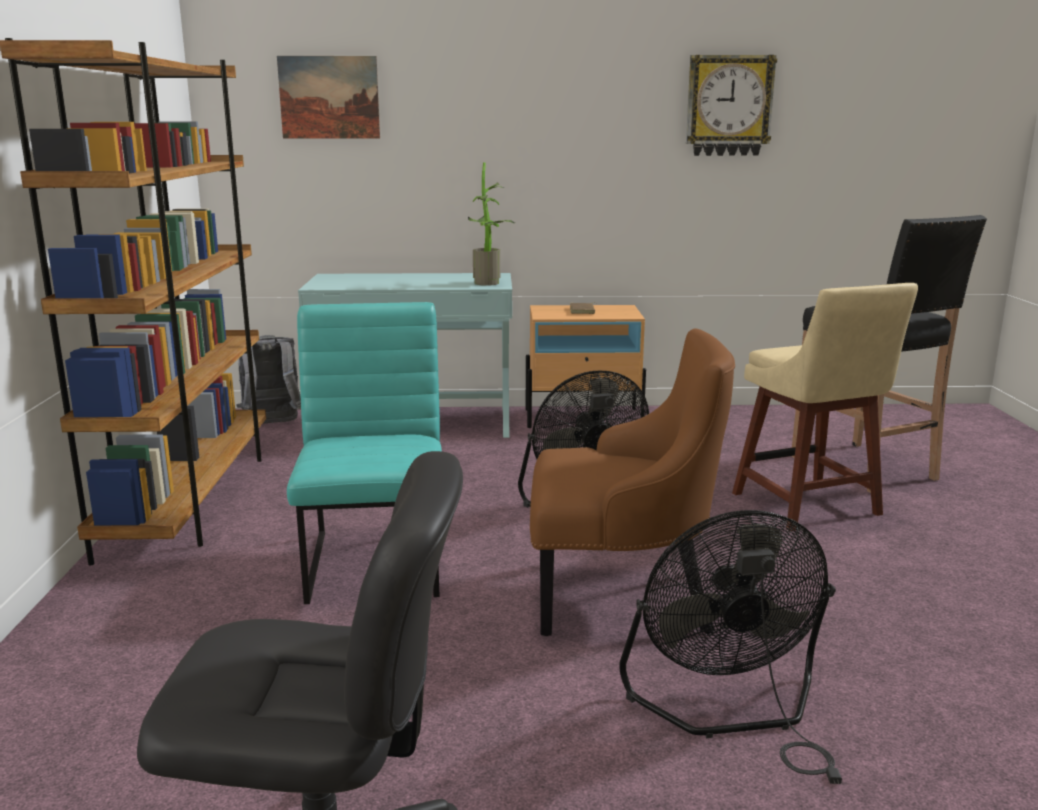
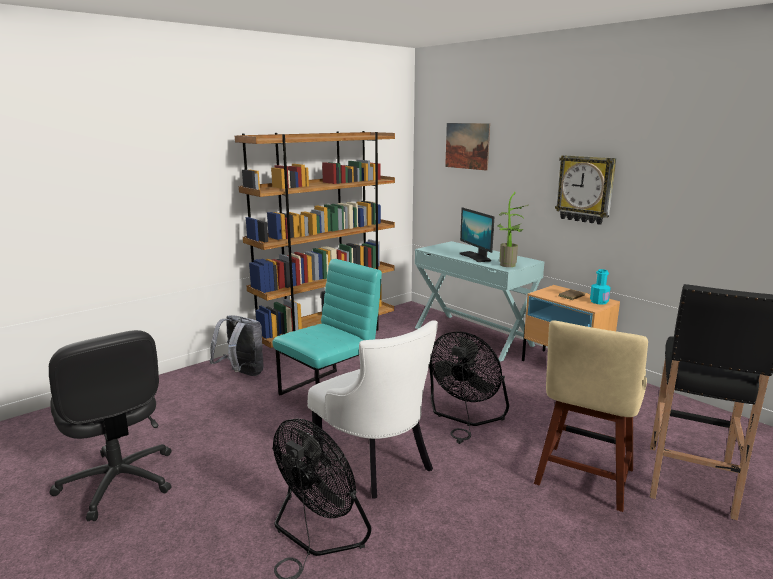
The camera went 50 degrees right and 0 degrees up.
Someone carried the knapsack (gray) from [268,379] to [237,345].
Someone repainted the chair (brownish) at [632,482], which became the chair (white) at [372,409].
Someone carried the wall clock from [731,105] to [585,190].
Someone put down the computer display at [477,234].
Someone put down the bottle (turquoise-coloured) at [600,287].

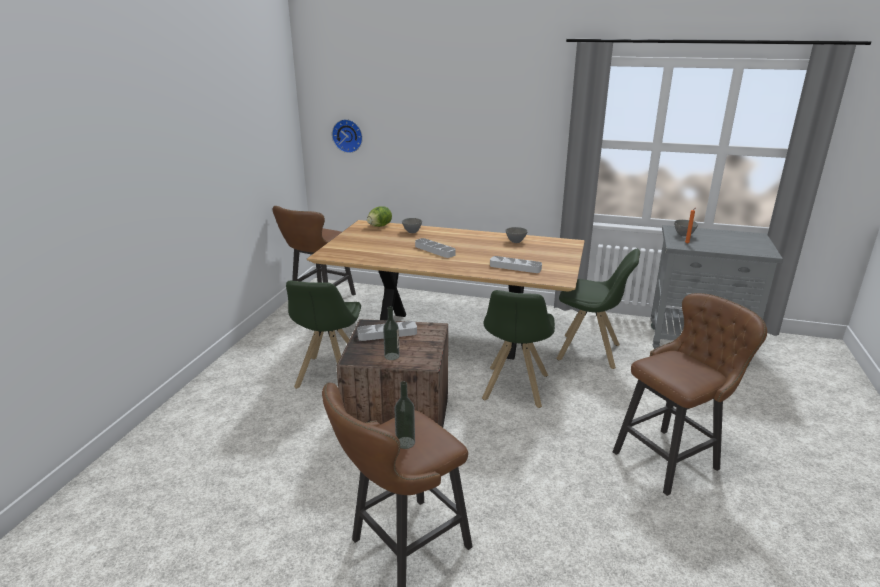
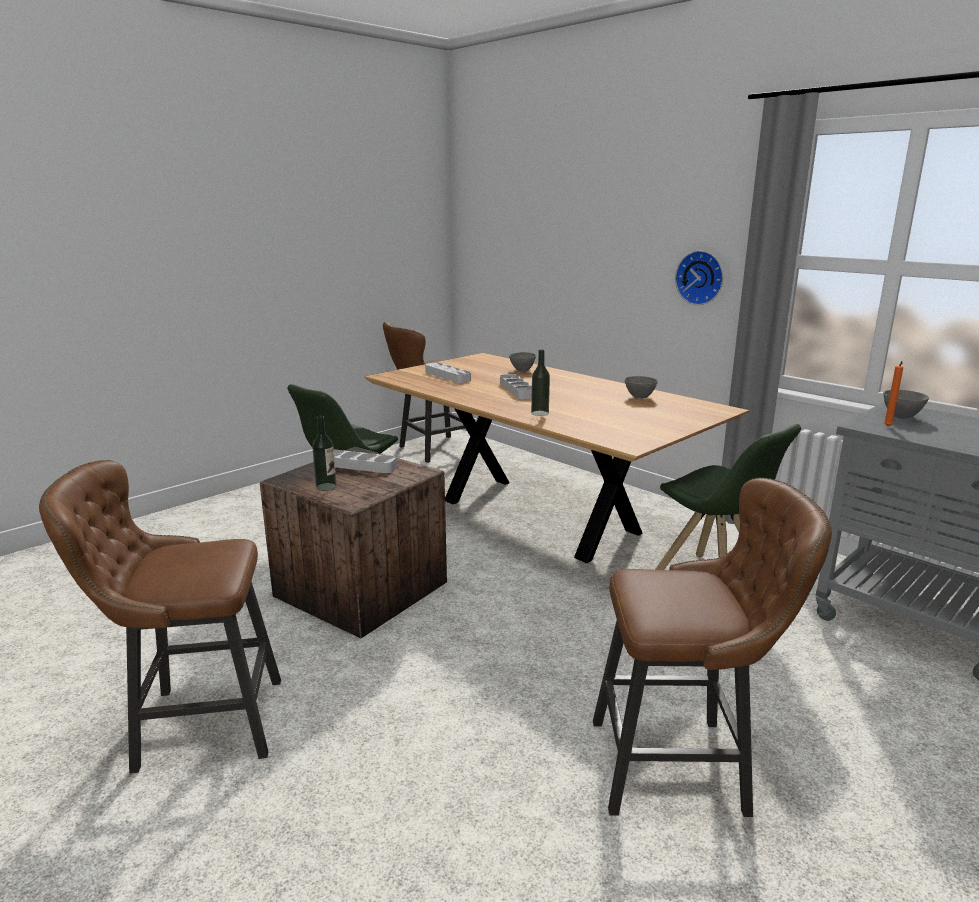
The camera went 30 degrees right and 5 degrees down.
Someone carried the wall clock from [347,136] to [699,278].
Someone took away the lettuce head at [379,216].
Someone carried the bottle from [404,415] to [540,383].
Someone took away the chair (green) at [518,349].
Someone carried the serving tray (gray) from [516,264] to [448,372].

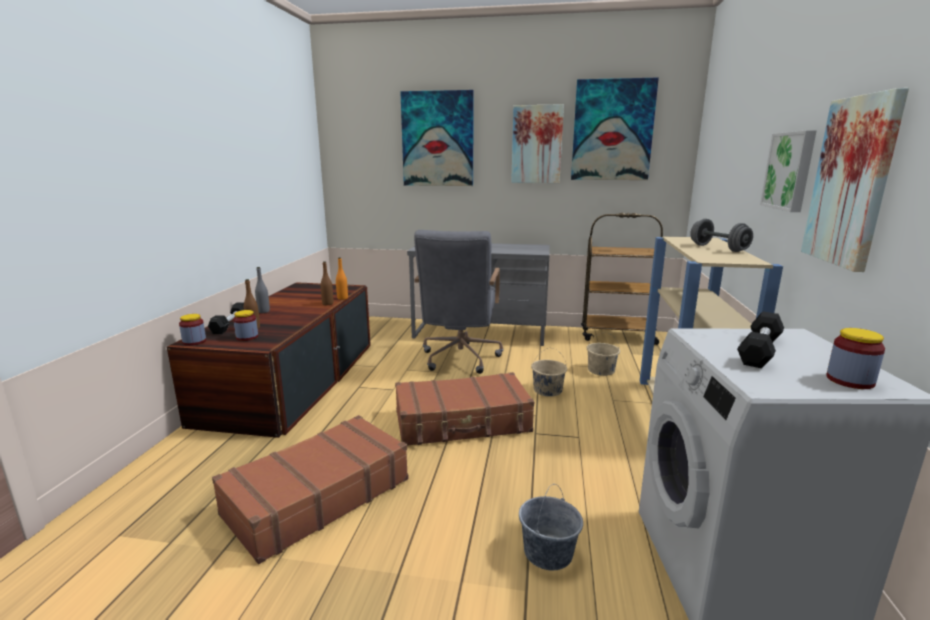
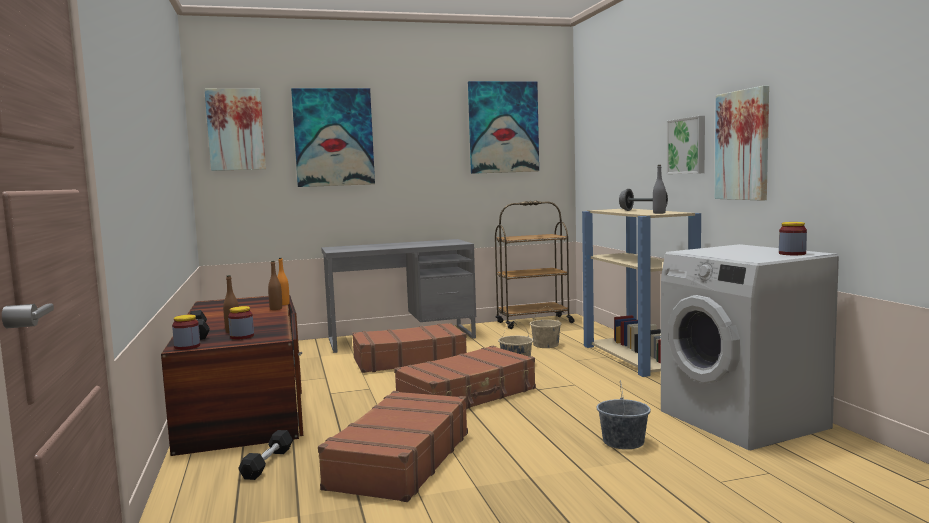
The camera went 25 degrees left and 10 degrees down.
Someone carried the bottle (gray) from [262,290] to [659,189].
Someone swapped the computer chair (gray) at [459,302] for the suitcase (brownish) at [409,348].
Someone carried the picture from [537,143] to [235,130].
Someone carried the dumbbell (black) from [760,339] to [265,455].

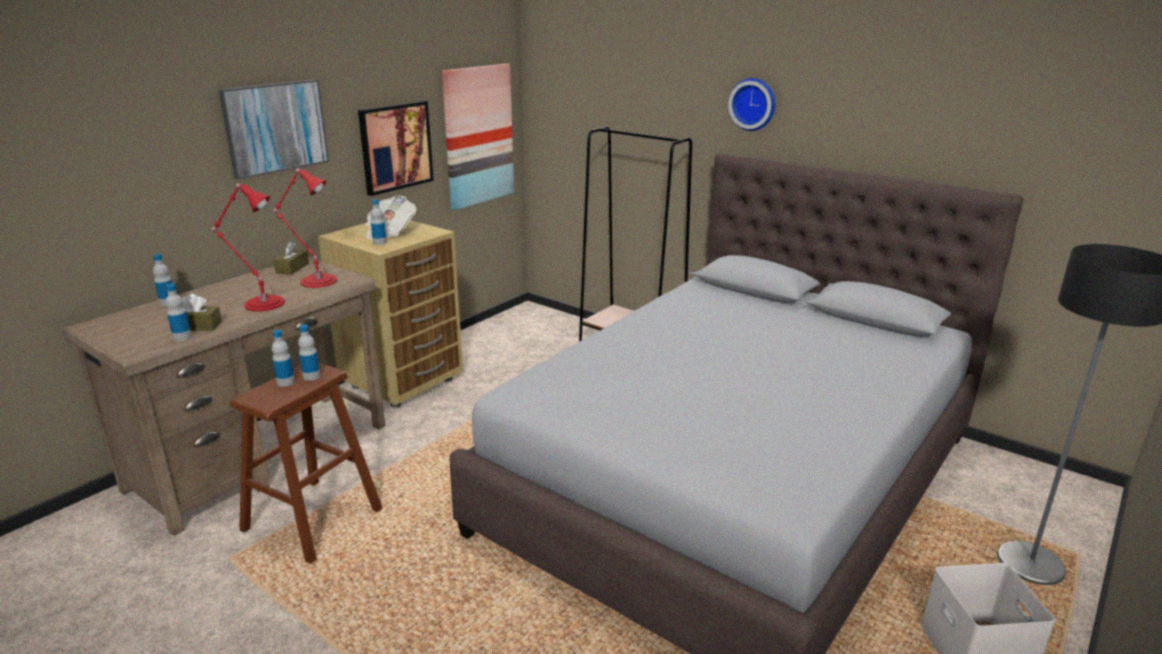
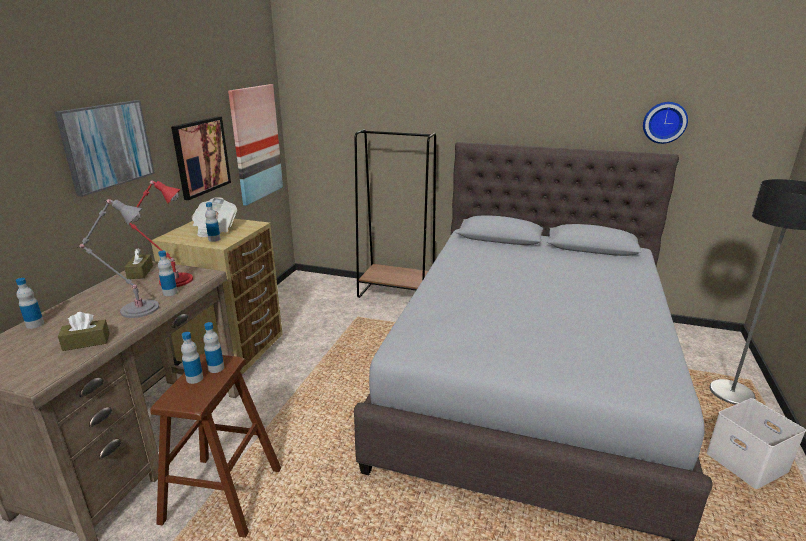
The camera went 20 degrees left and 0 degrees up.
Someone carried the bottle from [178,312] to [168,273].
Someone repainted the lamp for a table (red-coloured) at [248,247], which became the lamp for a table (gray) at [119,258].
Someone carried the wall clock from [751,104] to [665,123].

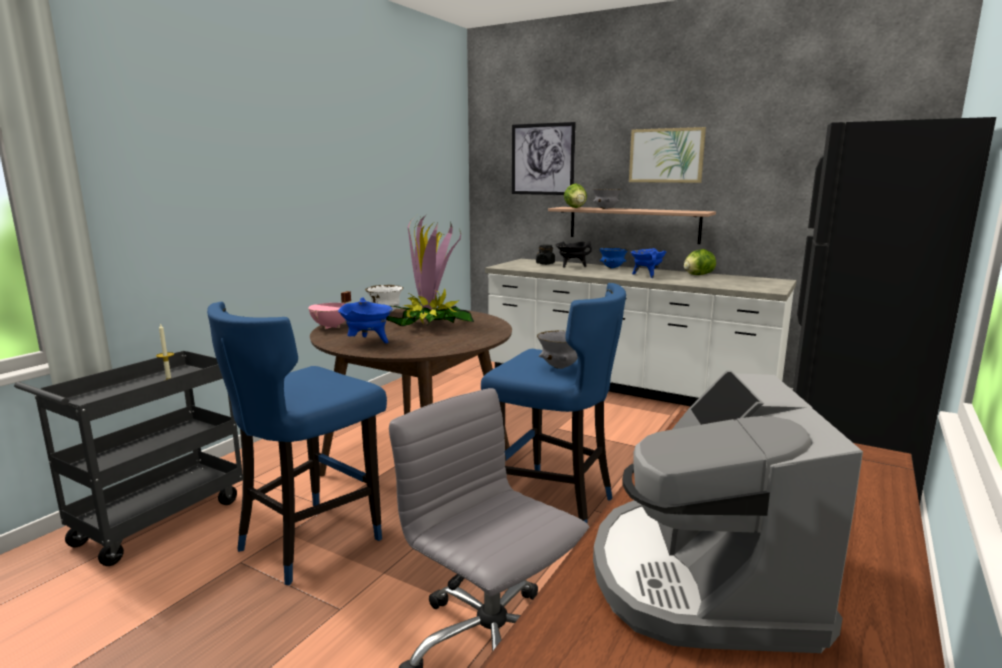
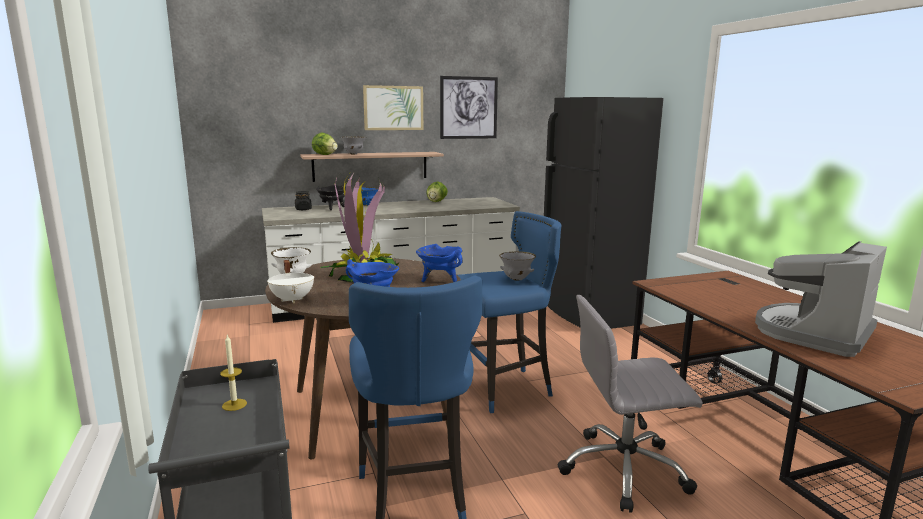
The camera went 50 degrees left and 0 degrees up.
Someone repainted the stockpot (pinkish) at [329,310], which became the stockpot (white) at [290,281].
Someone carried the picture from [544,158] to [469,107].
Someone rotated the coffee brewer at [728,512] by 90 degrees clockwise.
Someone carried the stockpot (blue-coloured) from [648,263] to [439,263].

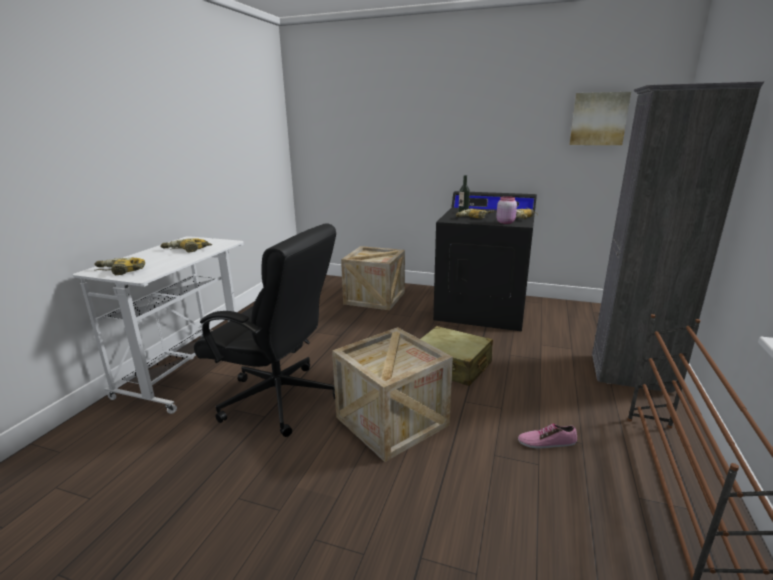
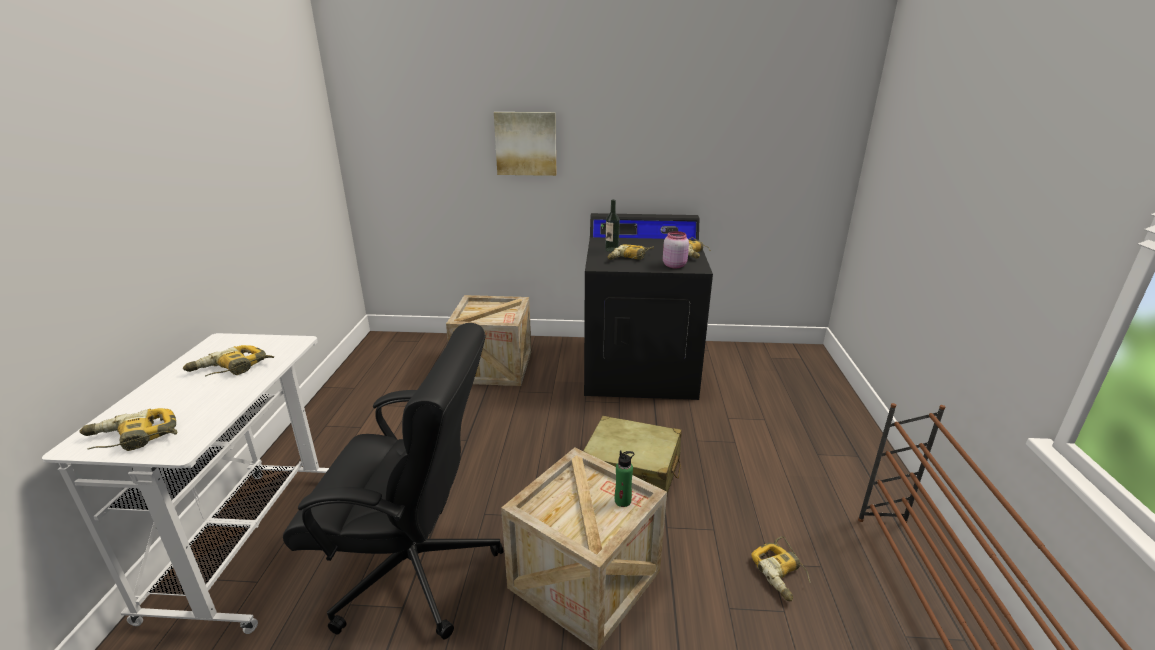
The camera went 15 degrees left and 5 degrees up.
Someone swapped the low shoe at [547,436] for the electric drill at [781,568].
Someone carried the picture from [600,118] to [525,144].
Someone took away the storage cabinet (gray) at [678,237].
Someone put down the bottle (green) at [624,478].

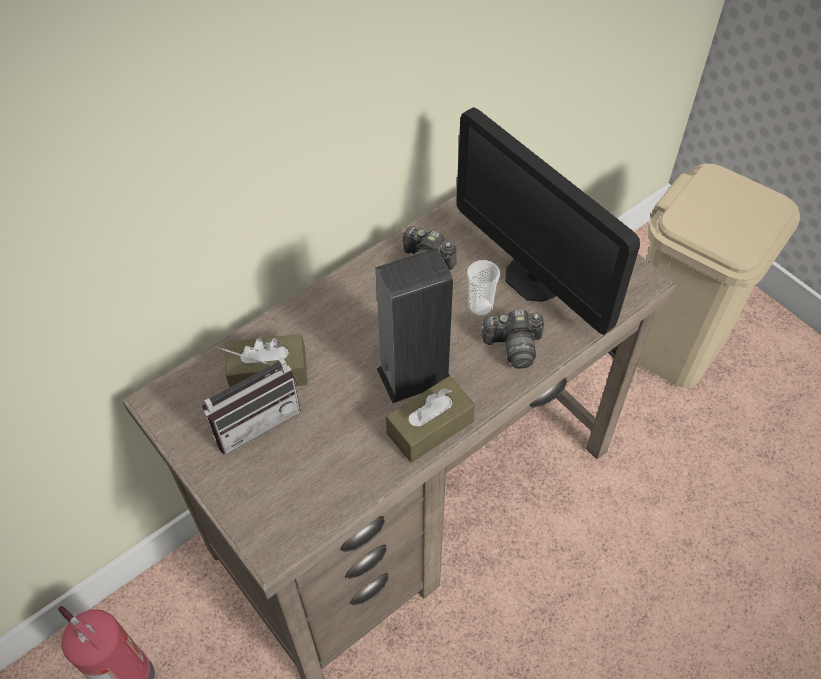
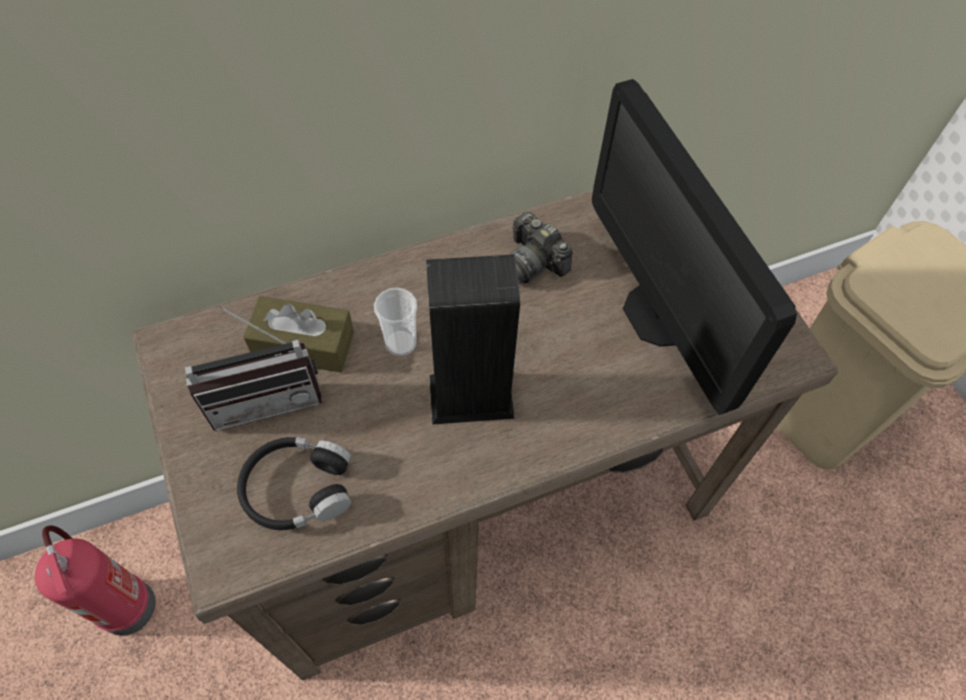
The camera went 15 degrees right and 5 degrees up.
Someone took away the tissue holder (brownish) at [430,419].
Someone carried the drinking cup from [483,288] to [395,321].
Someone took away the photo camera at [512,339].
Someone put down the pair of headphones (black) at [294,483].

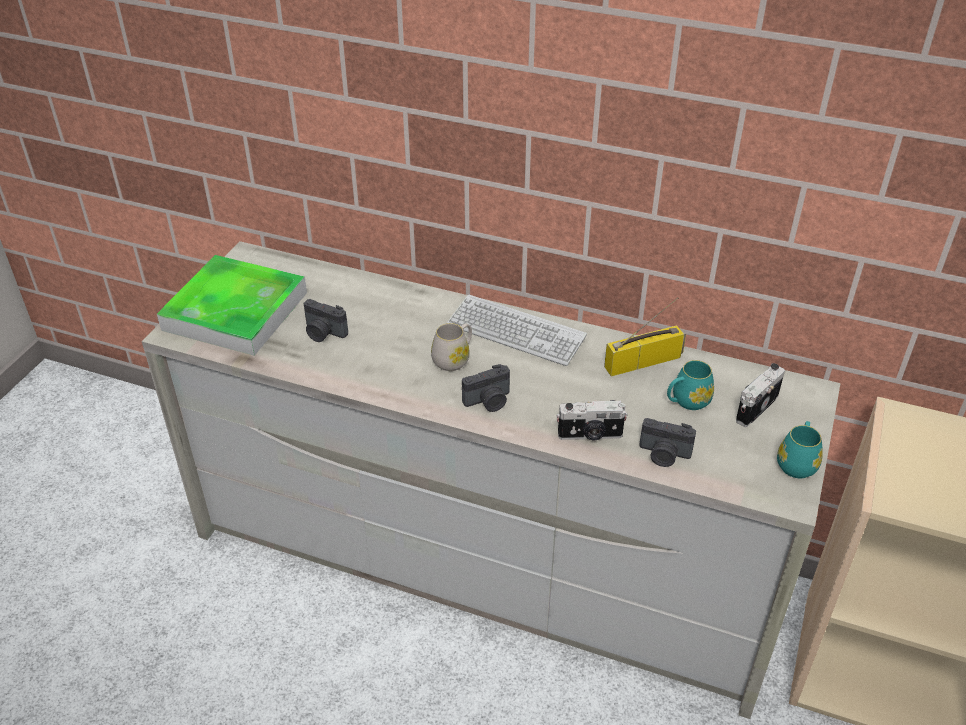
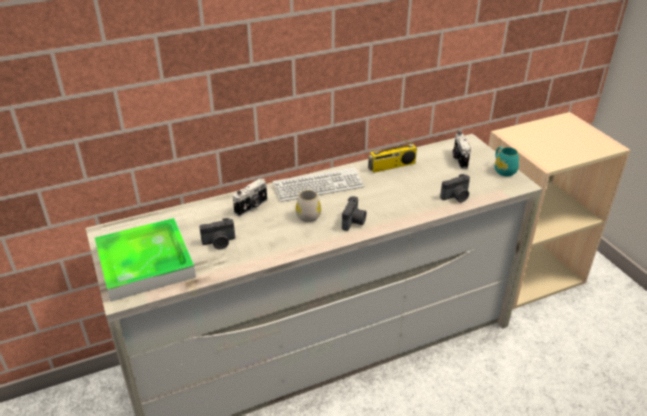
The camera went 45 degrees left and 5 degrees down.
Someone carried the photo camera from [592,420] to [250,197].
Someone rotated the radio at [645,336] by 135 degrees counterclockwise.
Someone took away the coffee mug (turquoise-coloured) at [690,385].

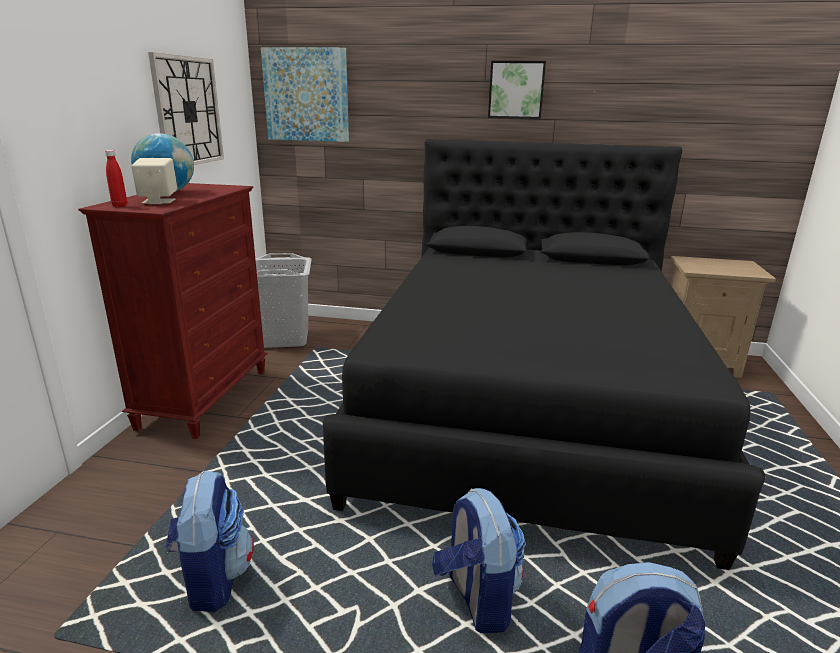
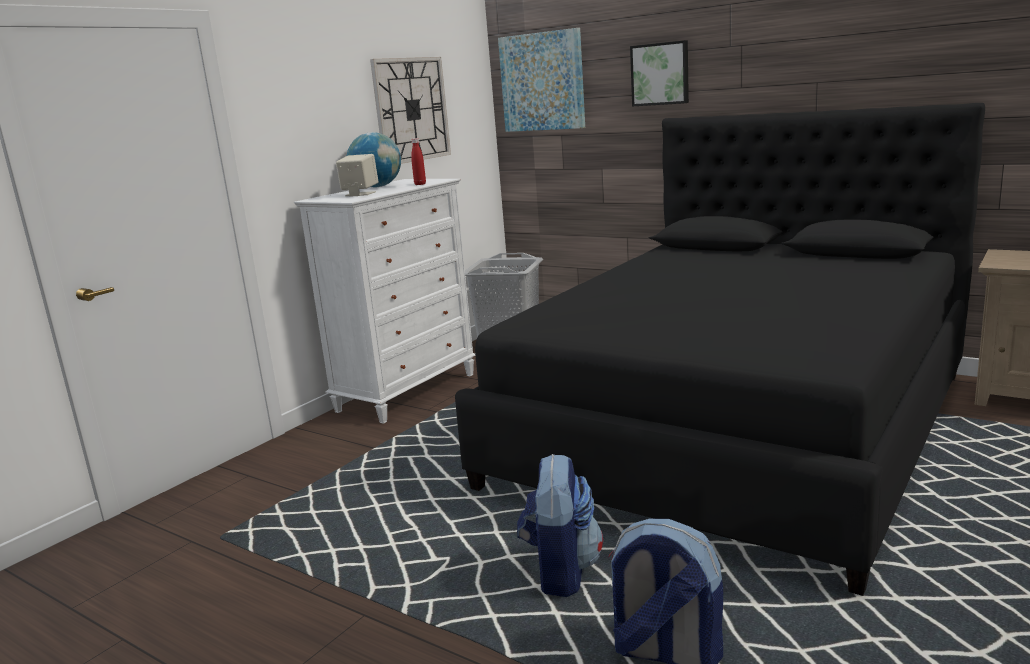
The camera went 25 degrees right and 5 degrees down.
Someone repainted the dresser (red-coloured) at [173,311], which became the dresser (white) at [384,301].
Someone carried the bottle (red-coloured) from [116,178] to [418,161].
Someone took away the knapsack at [210,541].
Someone carried the picture from [517,90] to [659,73].

